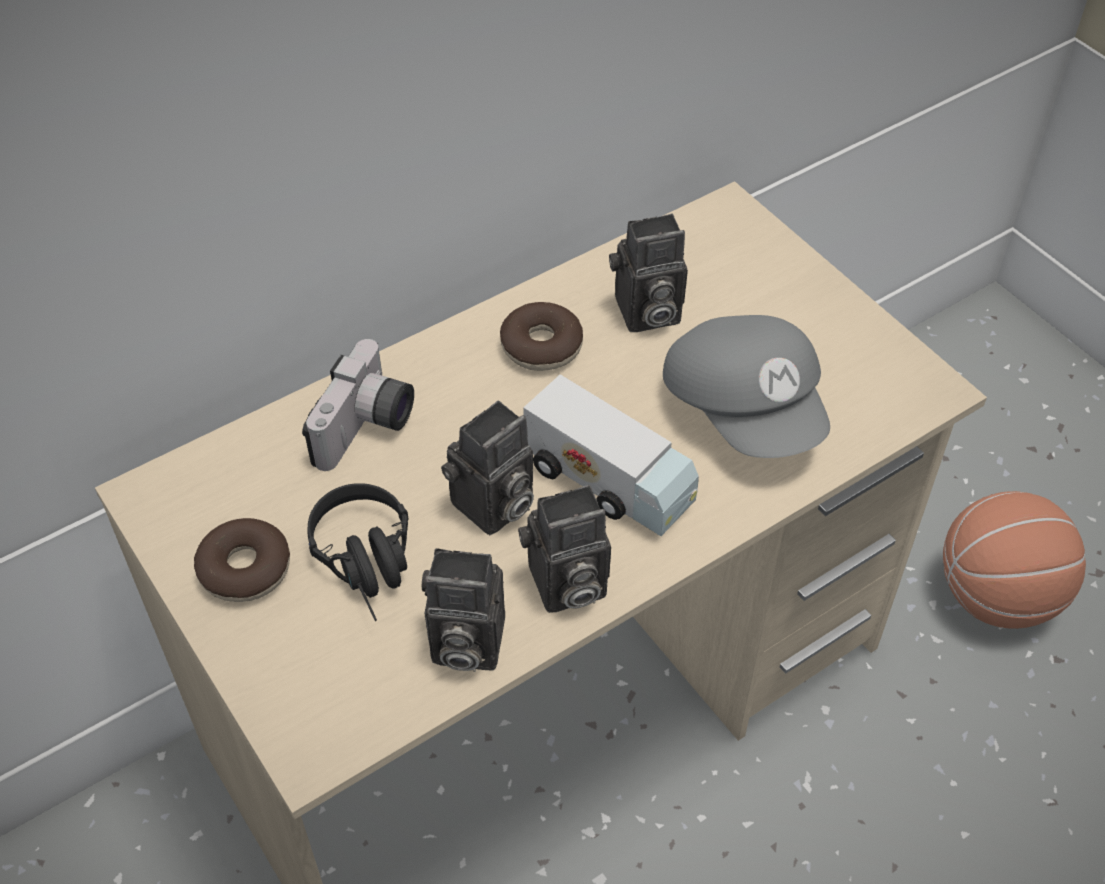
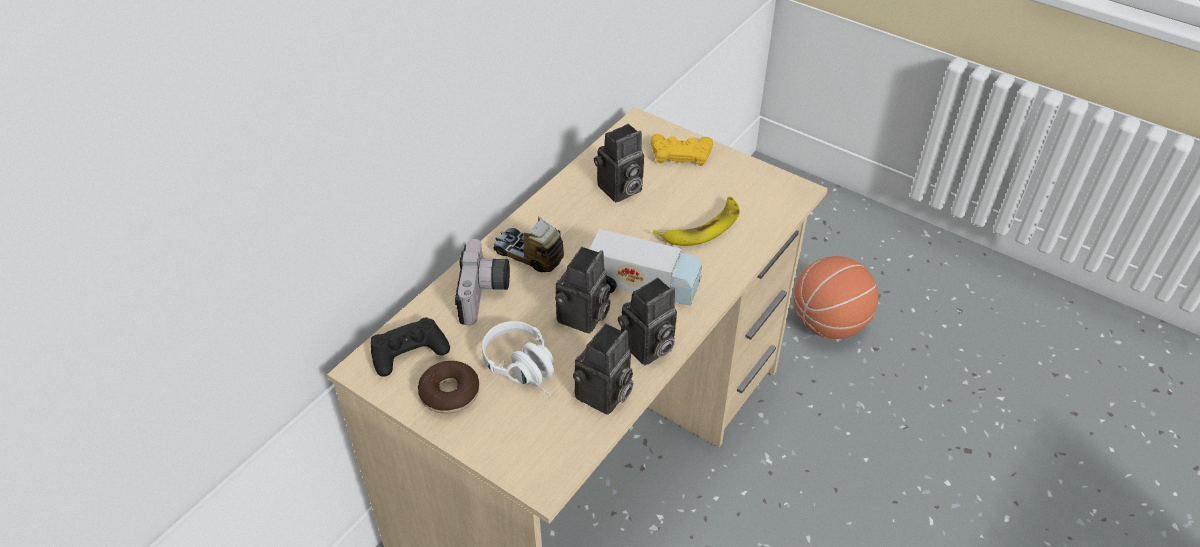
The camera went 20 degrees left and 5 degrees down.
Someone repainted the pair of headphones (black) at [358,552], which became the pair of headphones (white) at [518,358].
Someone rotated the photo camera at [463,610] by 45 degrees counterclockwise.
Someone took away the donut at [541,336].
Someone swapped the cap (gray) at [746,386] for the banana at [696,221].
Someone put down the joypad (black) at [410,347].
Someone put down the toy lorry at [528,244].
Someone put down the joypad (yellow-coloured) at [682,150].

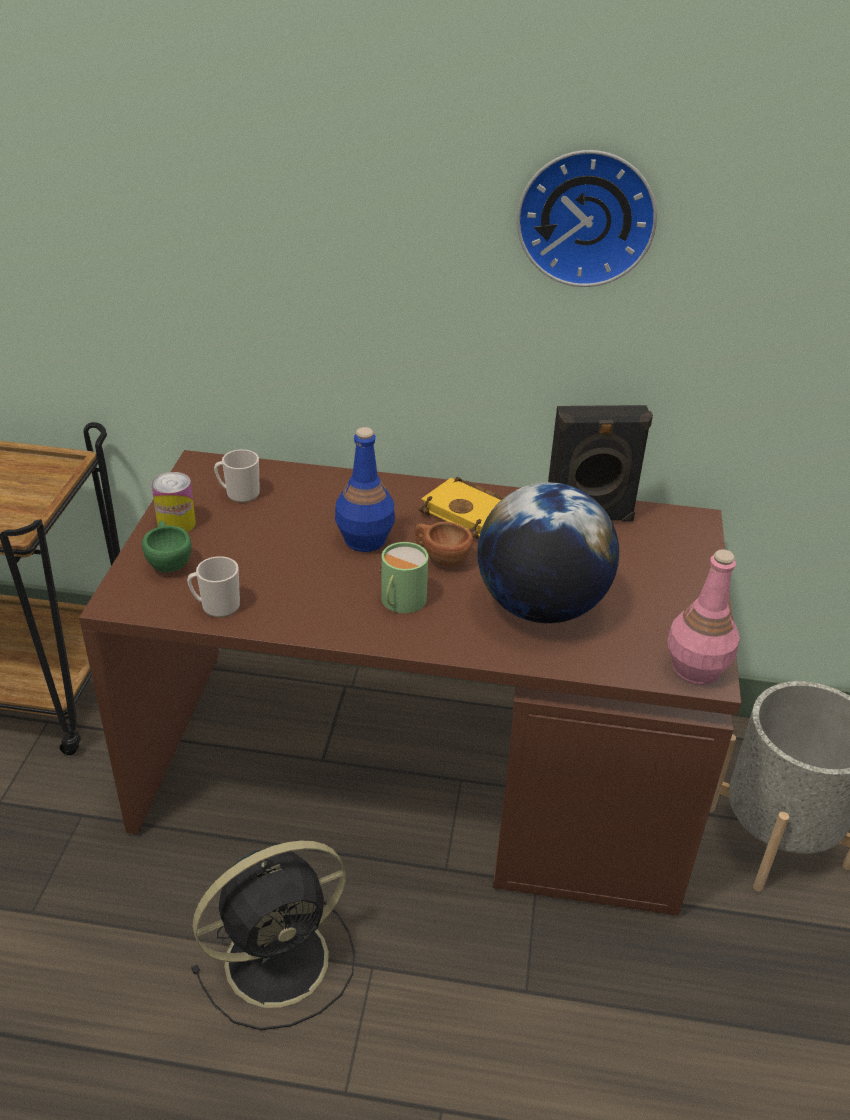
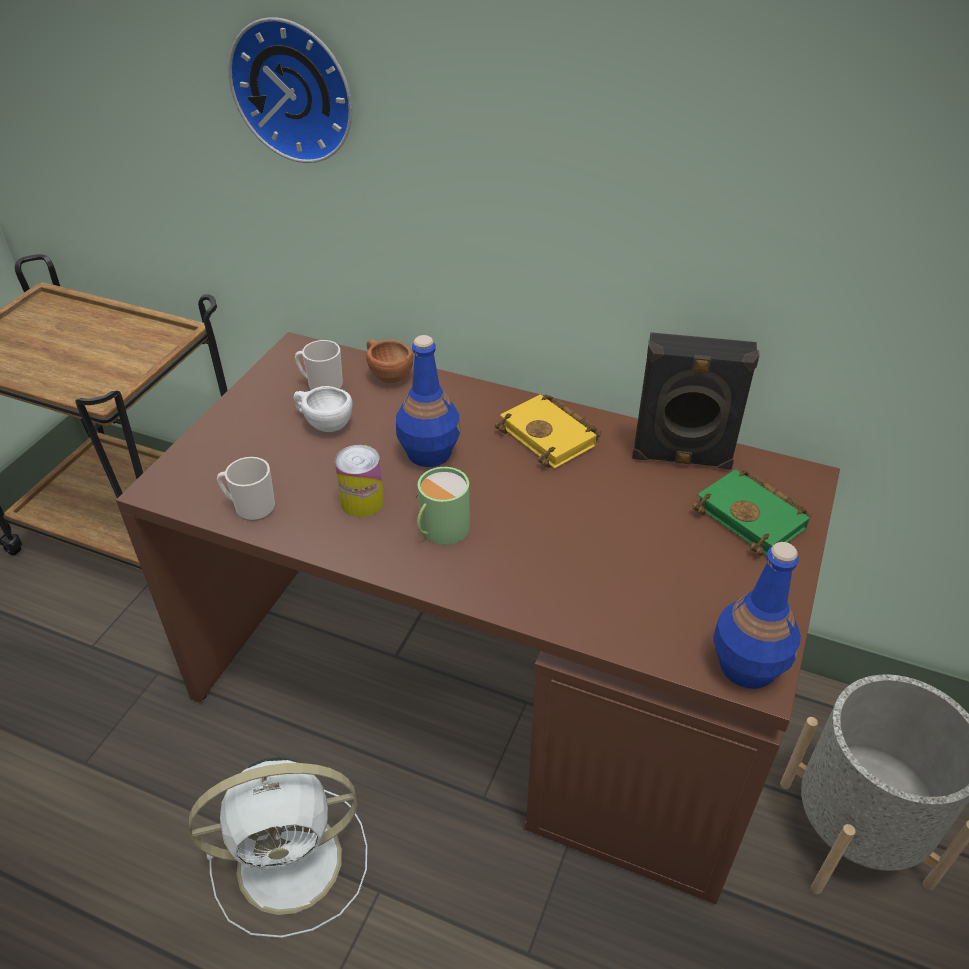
The camera went 15 degrees right and 5 degrees up.
Someone took away the drinking cup (green) at [167,546].
Someone carried the can from [173,502] to [359,481].
Someone repainted the electric fan (black) at [273,935], which became the electric fan (white) at [278,847].
Someone carried the drinking cup (brownish) from [444,544] to [390,361].
Someone took away the world globe at [548,552].
Someone carried the wall clock from [587,218] to [290,90].
Someone repainted the bottle (pinkish) at [703,617], which became the bottle (blue-coloured) at [757,615].
Someone put down the drinking cup (white) at [323,409].
Someone put down the volume (green) at [752,512].

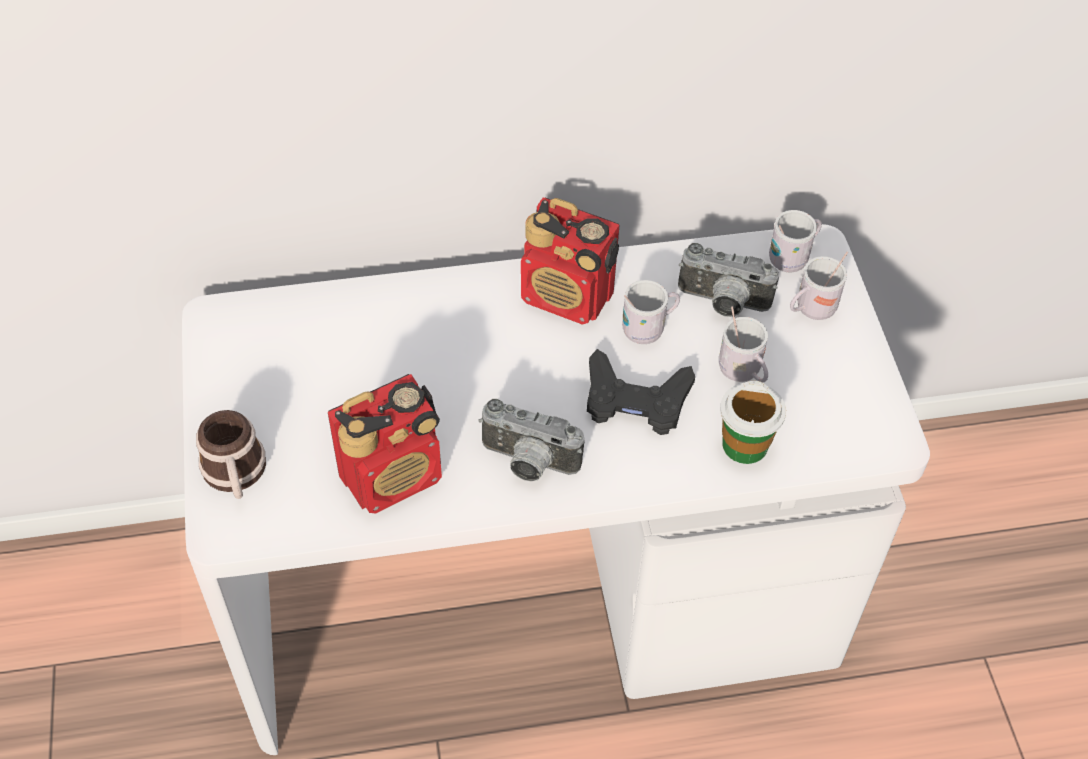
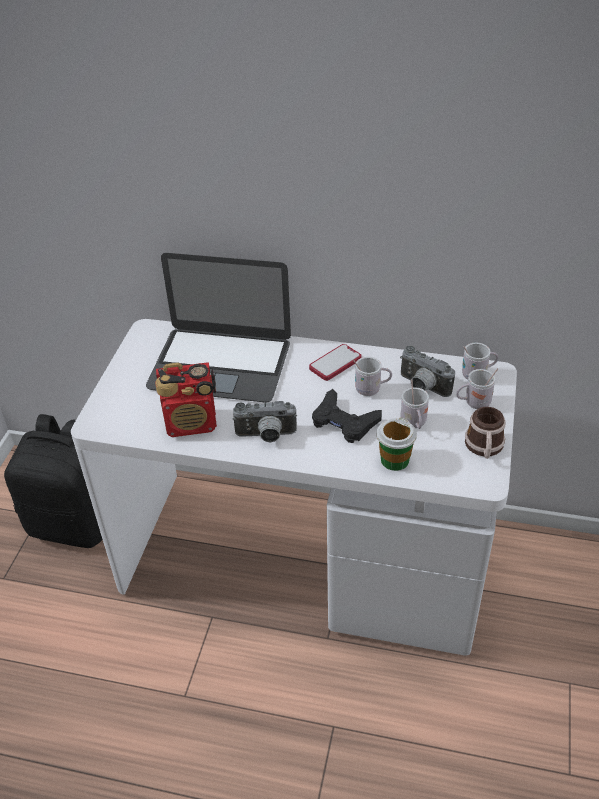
The camera went 25 degrees right and 10 degrees down.
Someone carried the coffee mug from [231,454] to [485,433].
Someone rotated the photo camera at [532,440] by 45 degrees counterclockwise.
Someone swapped the radio at [570,261] for the handset at [335,362].
Someone put down the knapsack (black) at [53,481].
Someone put down the portable computer at [218,327].

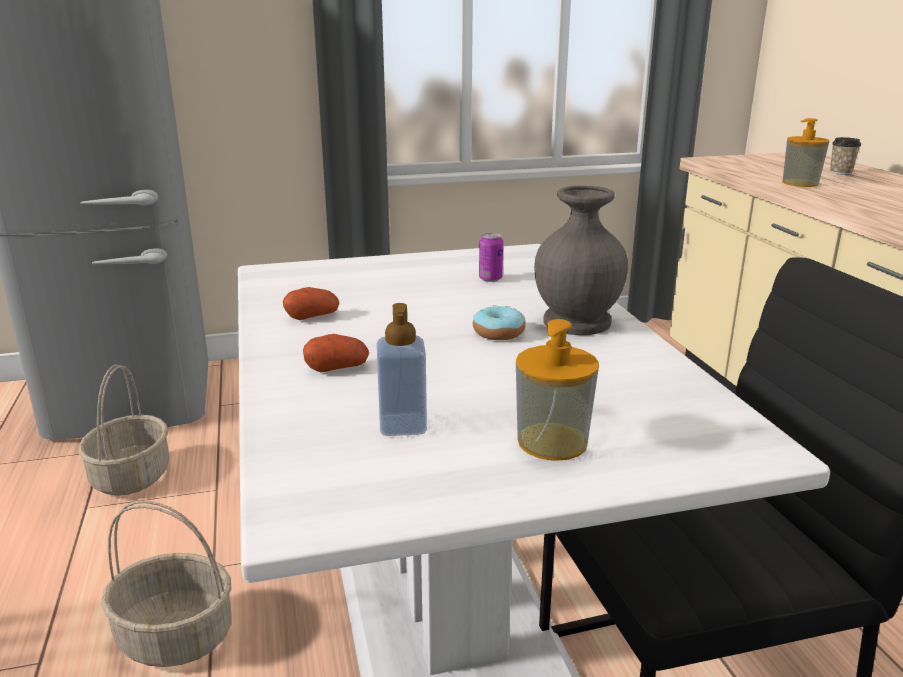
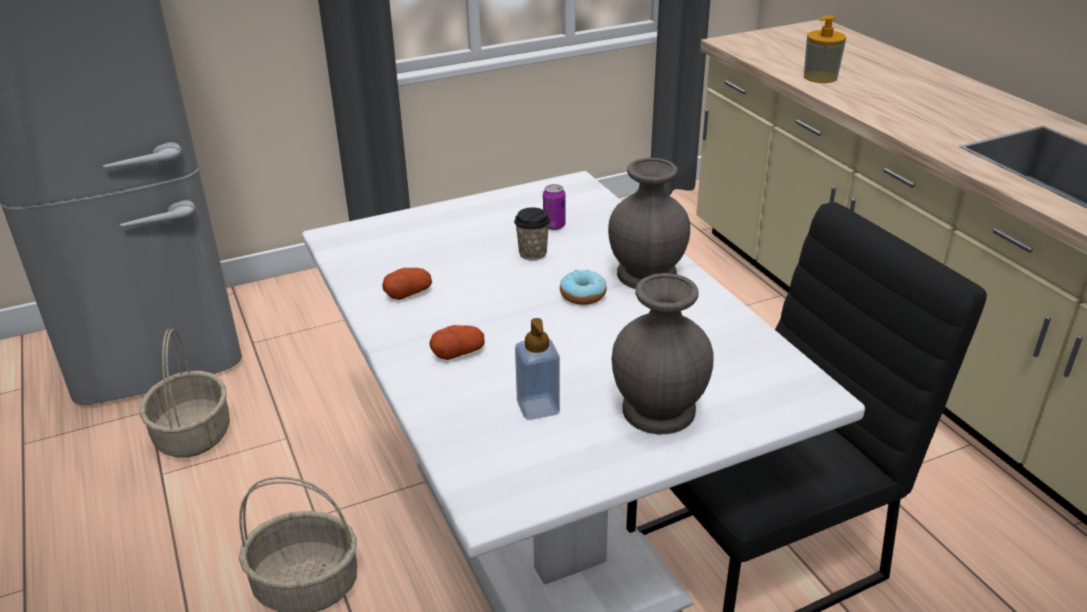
The camera went 10 degrees left and 10 degrees up.
Someone swapped the soap bottle at [557,390] for the flower vase (gray) at [663,353].
Someone carried the drinking cup from [845,156] to [532,233].

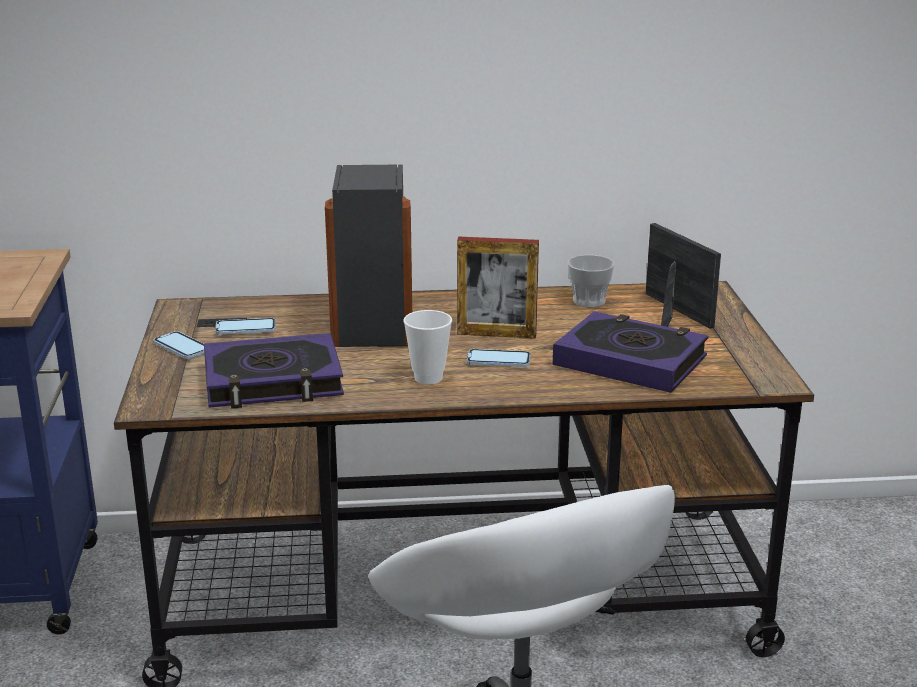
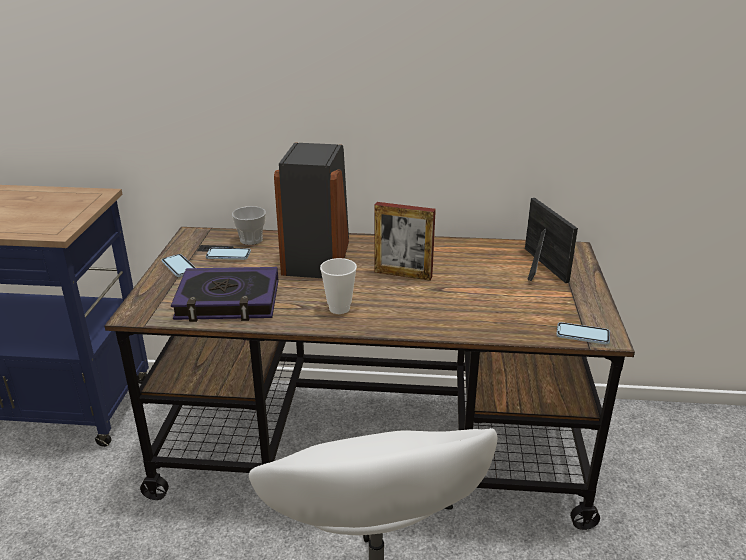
The camera went 10 degrees right and 5 degrees up.
Someone carried the handset from [499,358] to [583,333].
Someone took away the volume at [631,352].
Someone carried the drinking cup from [591,281] to [249,225].

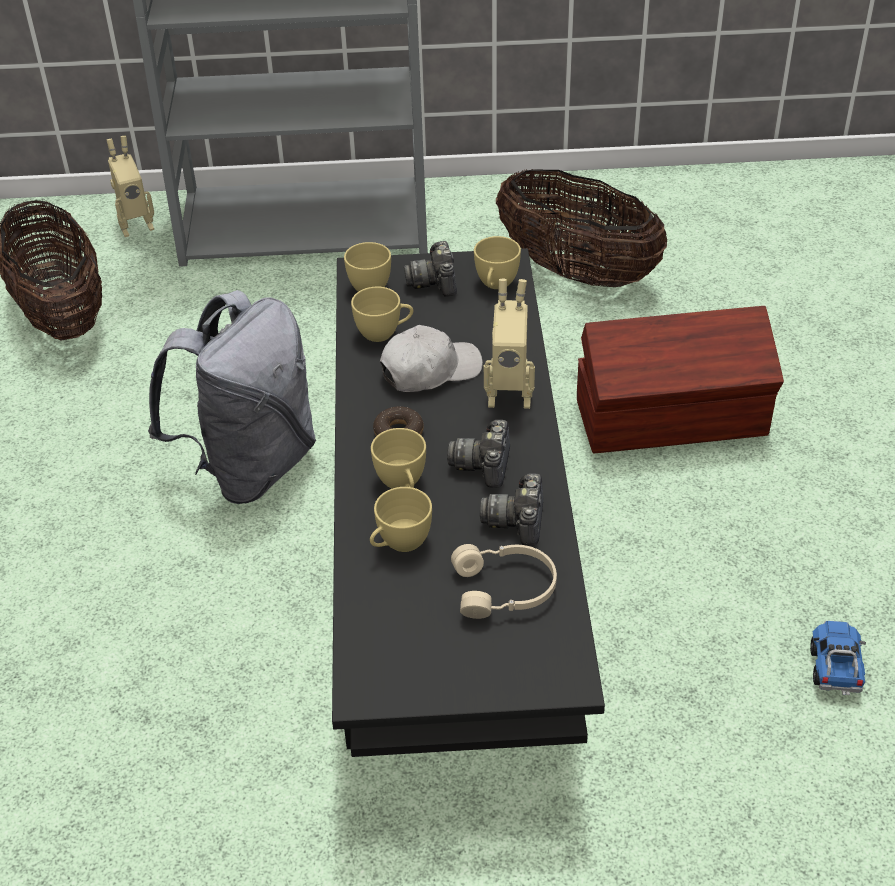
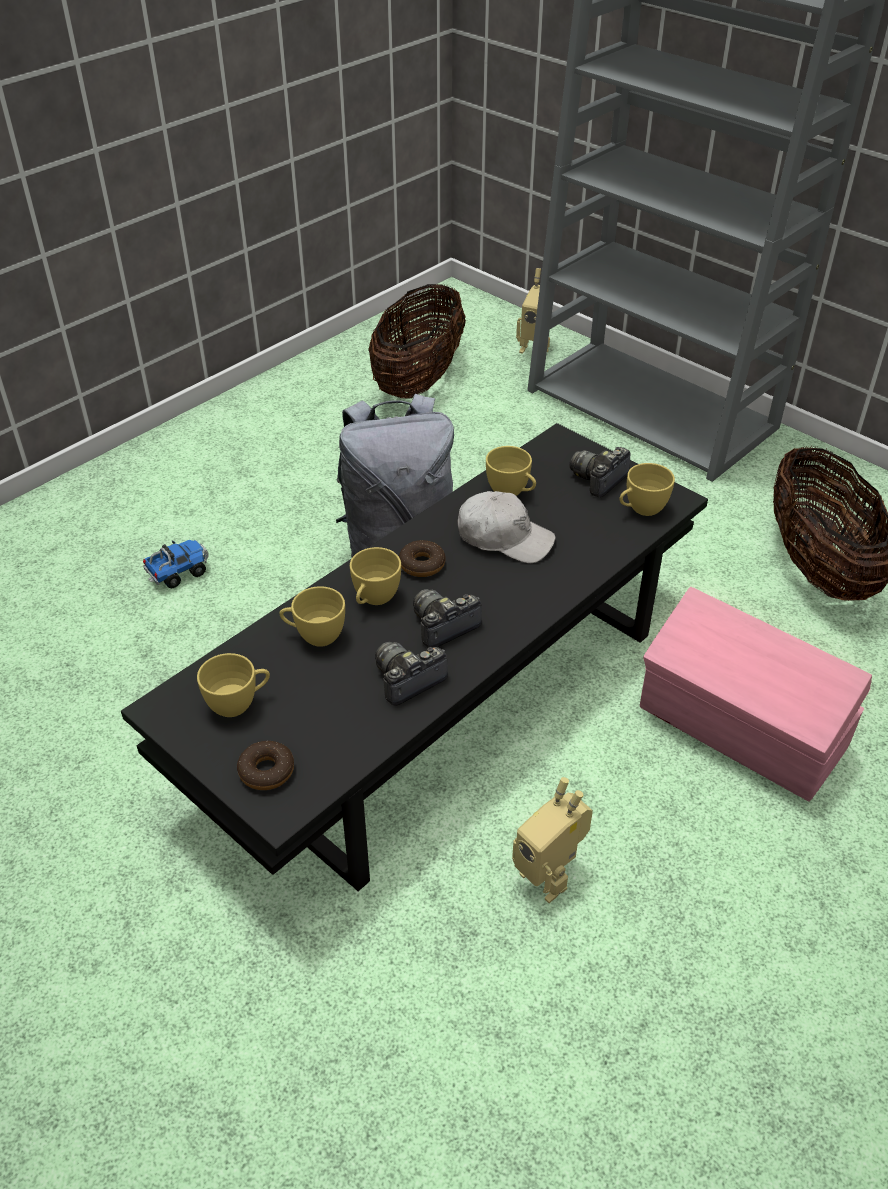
The camera went 45 degrees right and 0 degrees up.
Someone carried the drinking cup (yellow-coloured) from [367,267] to [233,685].
Someone took away the pair of headphones (sand-coloured) at [504,581].
Someone carried the toy robot from [509,344] to [552,840].
Someone repainted the storage container (brownish) at [680,379], which became the storage container (pinkish) at [756,694].
Someone carried the toy lorry from [838,658] to [175,564].
Someone put down the donut at [265,765].

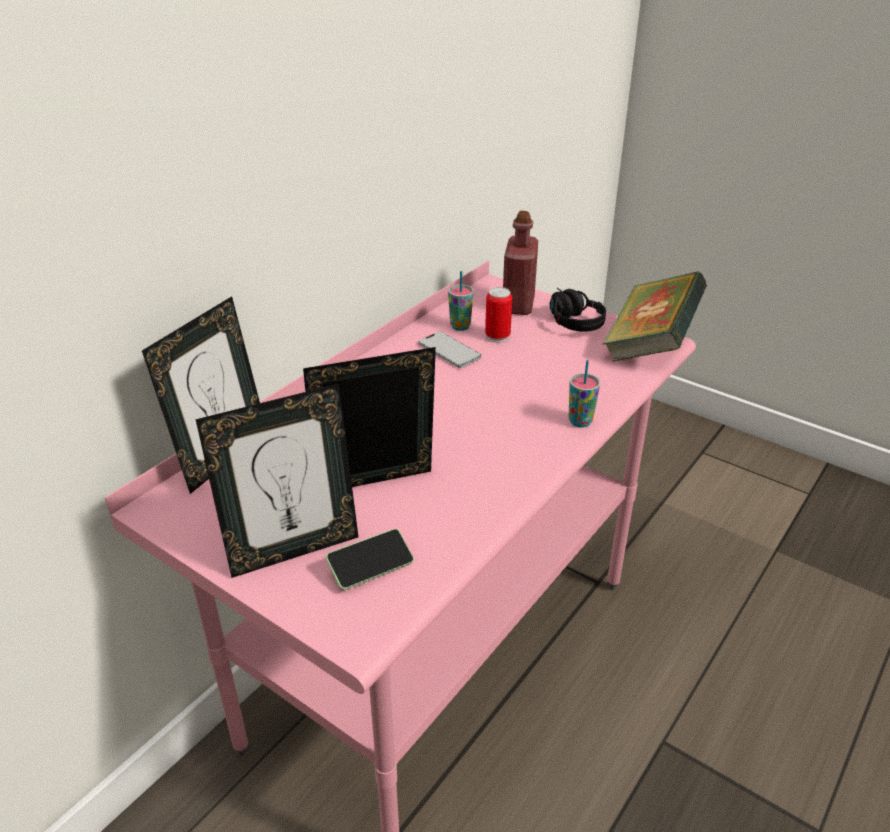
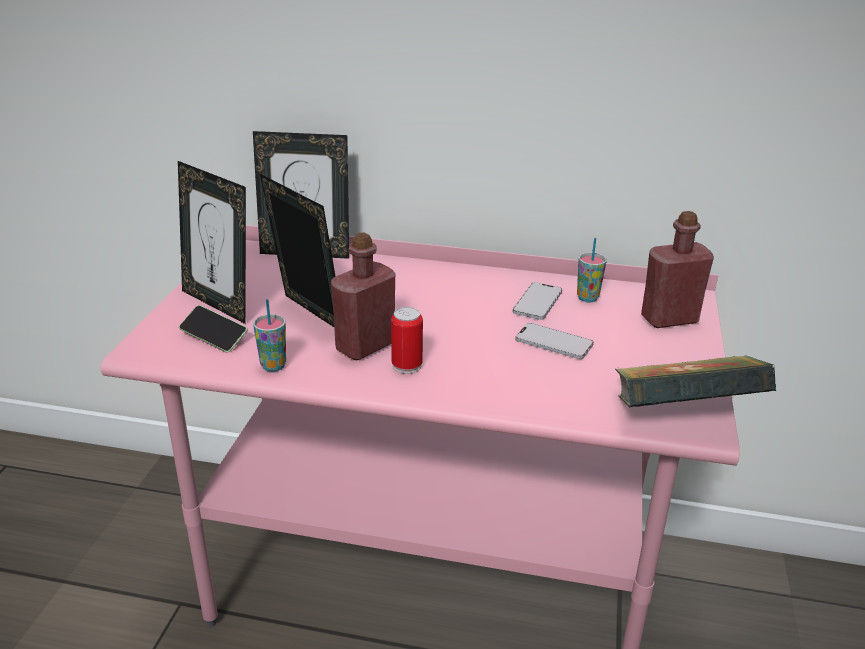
The camera went 65 degrees right and 5 degrees down.
Someone carried the can from [498,314] to [407,340].
Someone took away the pair of headphones (black) at [578,310].
Someone carried the drinking cup from [584,394] to [269,335].
Someone put down the bottle (red-coloured) at [363,296].
Someone put down the handset at [554,341].

